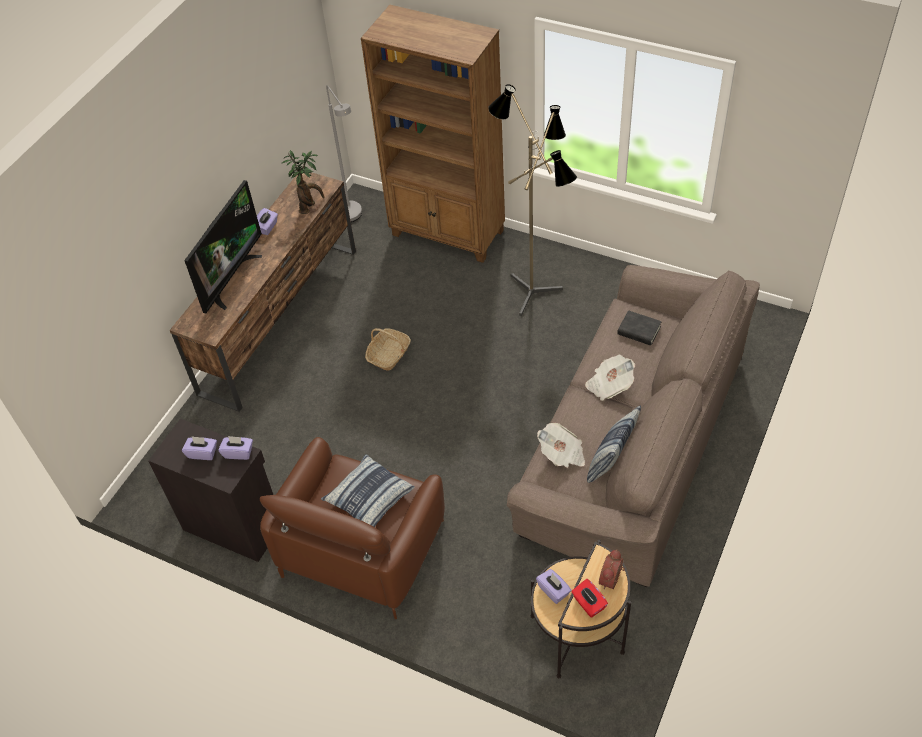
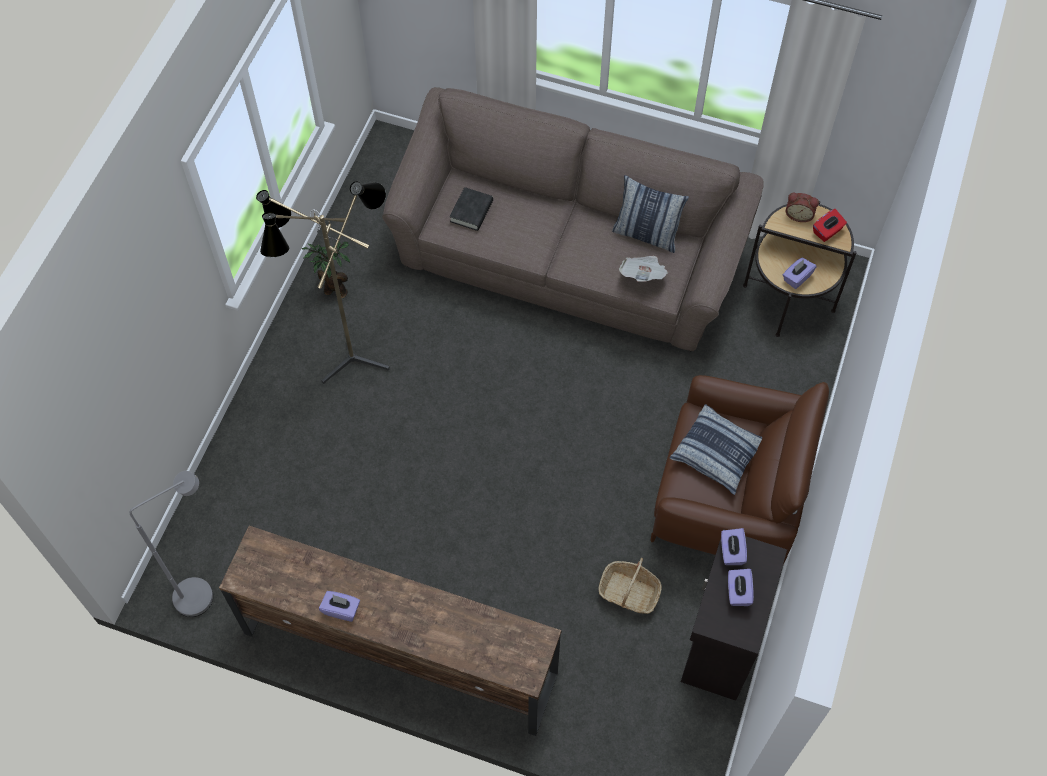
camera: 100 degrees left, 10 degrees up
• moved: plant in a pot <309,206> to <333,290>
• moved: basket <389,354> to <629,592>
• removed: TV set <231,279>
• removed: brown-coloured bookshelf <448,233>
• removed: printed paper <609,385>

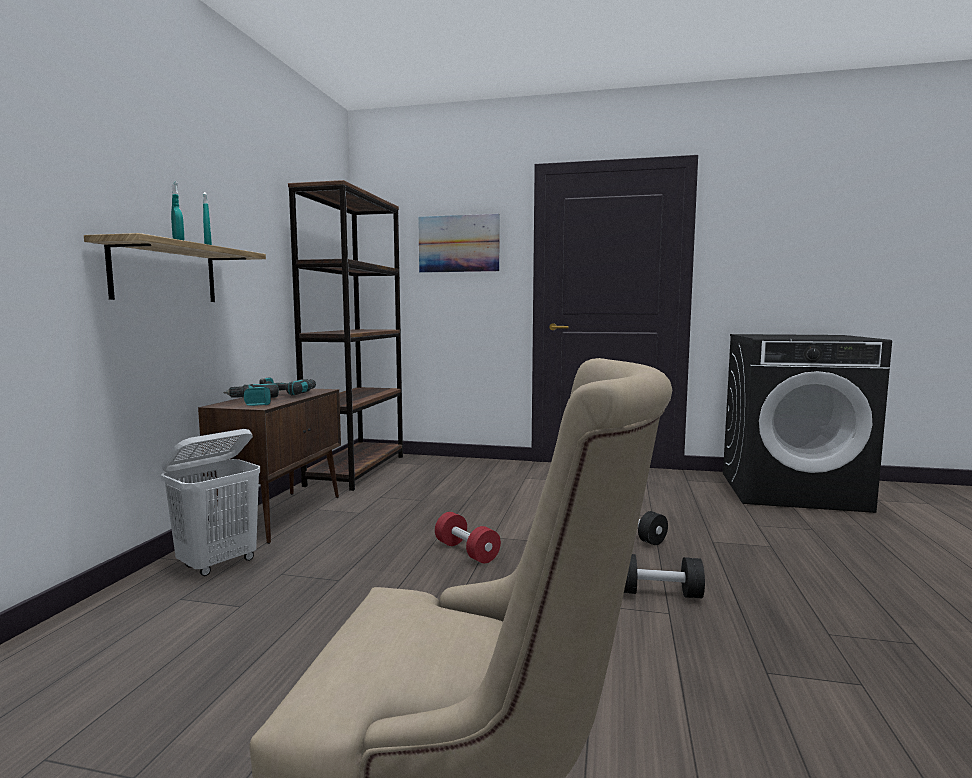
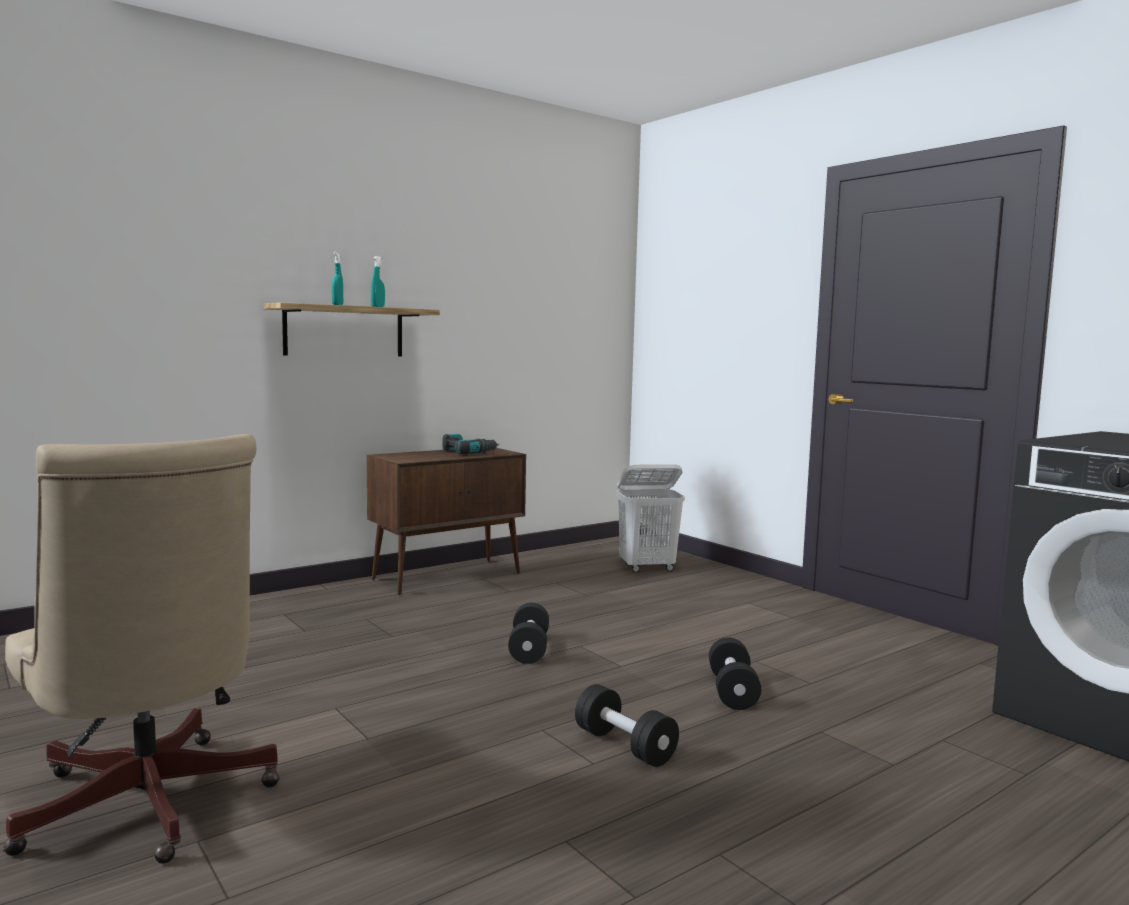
camera: 40 degrees right, 0 degrees up
• recoloured: red dumbbell <466,551> to blackish dumbbell <529,649>
• moved: whitish laundry basket <218,564> to <648,568>
• removed: power drill <252,402>
• removed: brown-coloured bookshelf <357,470>
• removed: wall art <458,244>

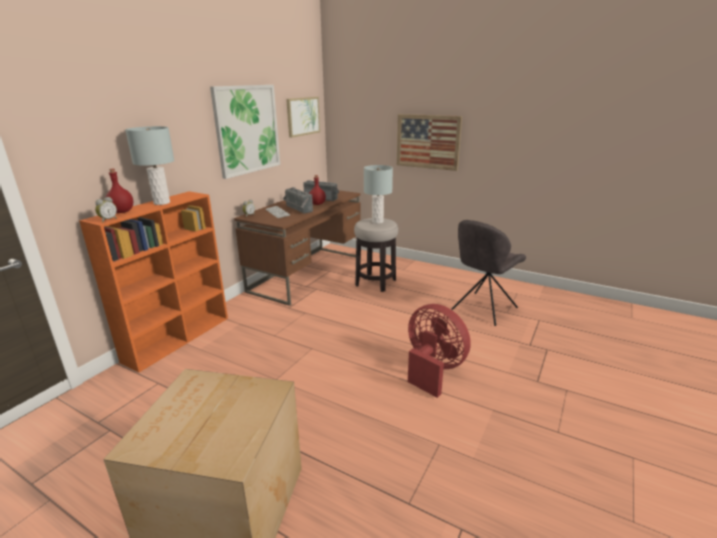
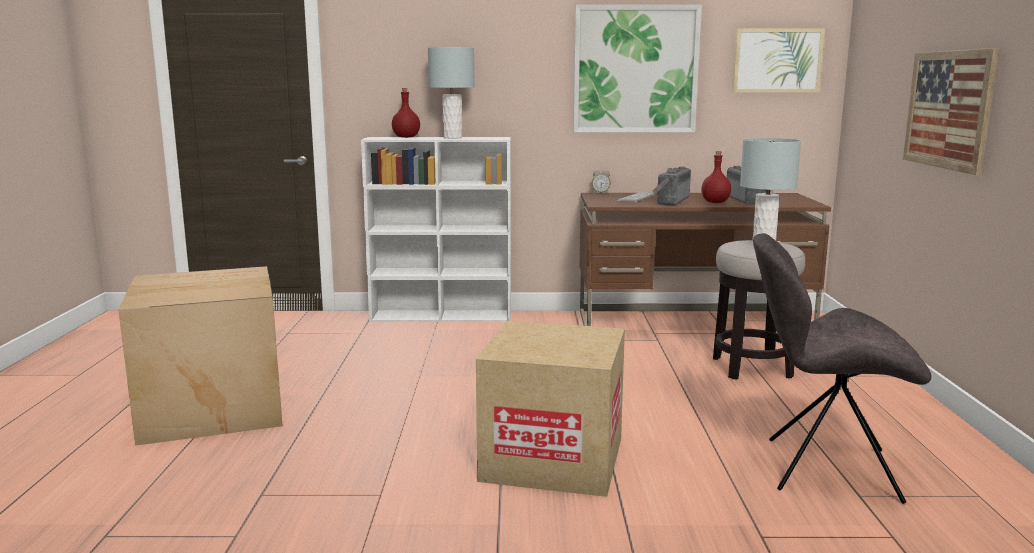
camera: 60 degrees right, 10 degrees down
• recoloured: orange-coloured bookshelf <179,338> to whitish bookshelf <443,316>
• replaced: red cooling fan <433,369> to carton <553,459>
• removed: table clock <108,220>

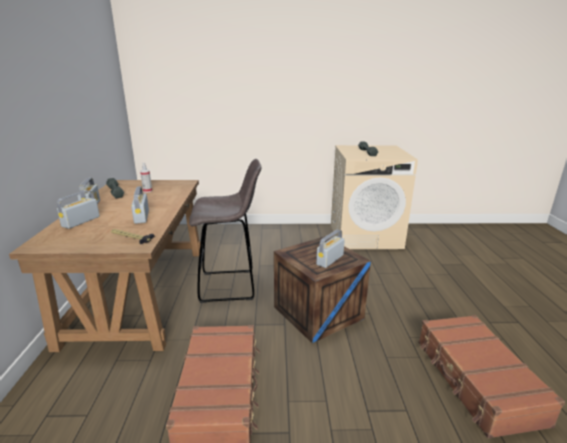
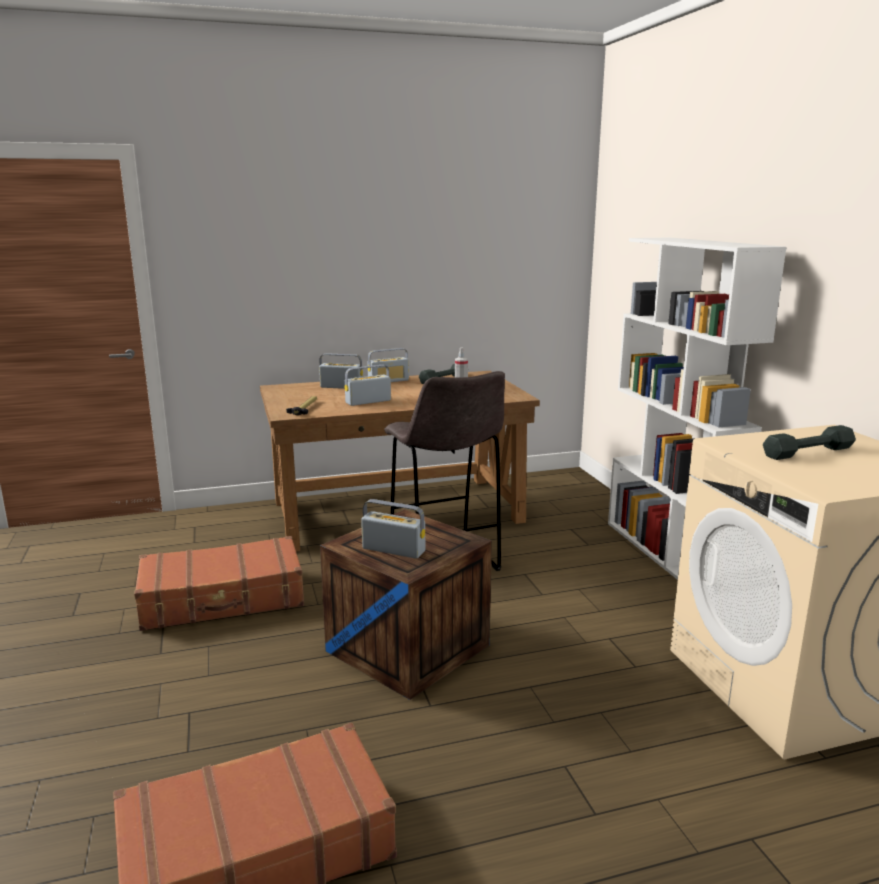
camera: 75 degrees right, 5 degrees down
• added: whitish bookshelf <669,553>

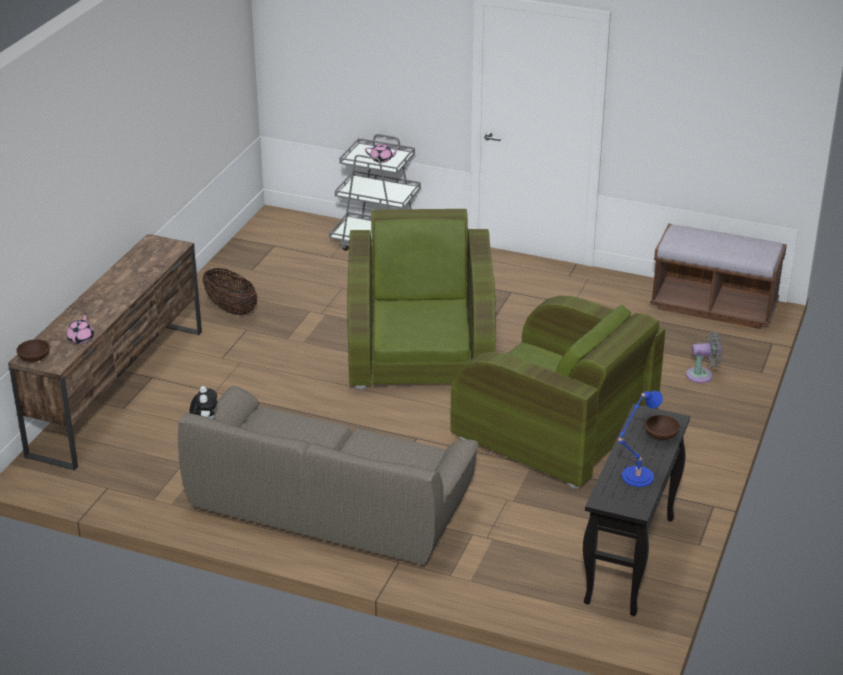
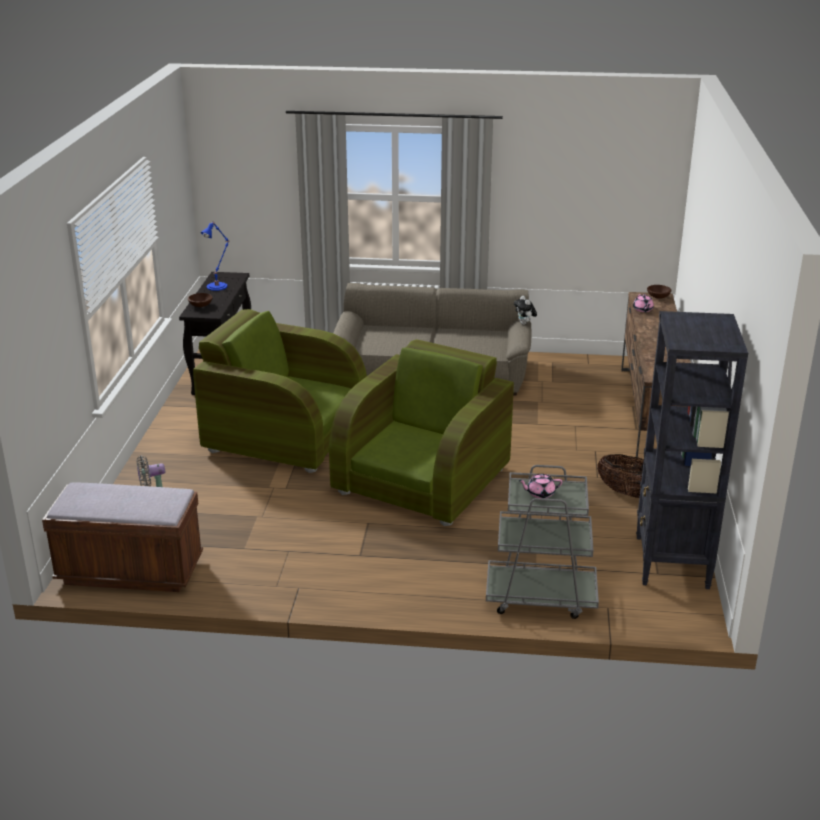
camera: 165 degrees right, 5 degrees down
• turned: greenish lounge chair <421,352> = <423,480> 135 degrees counterclockwise
• added: blackish bookshelf <671,563>

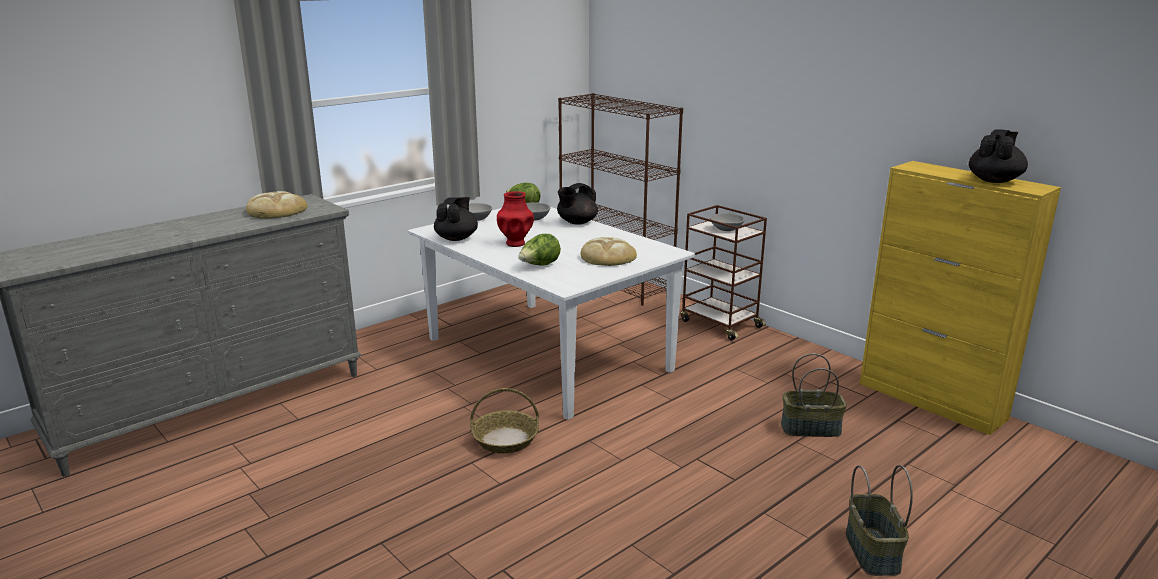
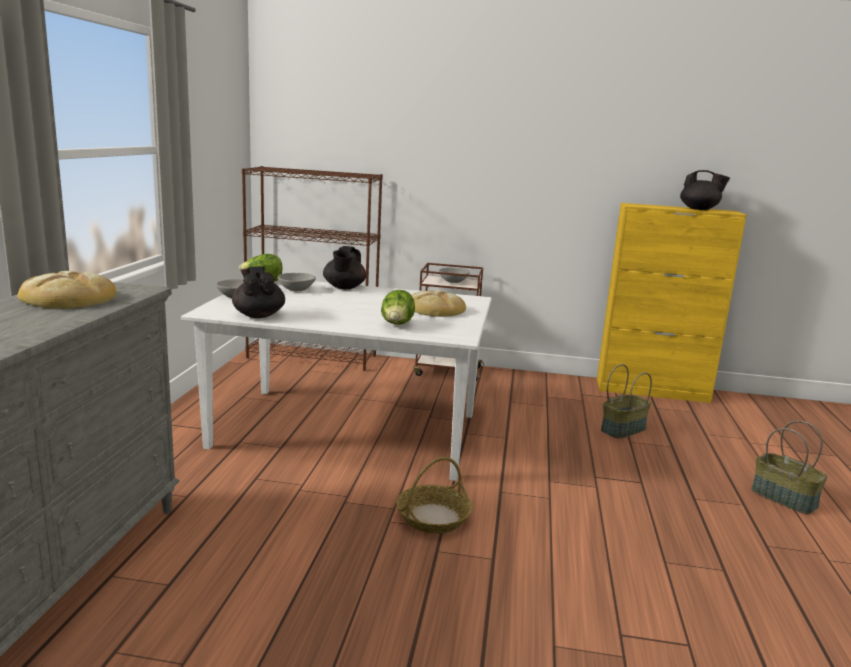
camera: 40 degrees left, 5 degrees down
• turned: blackish teapot <994,180> = <699,209> 120 degrees clockwise
• removed: red flower vase <515,243>

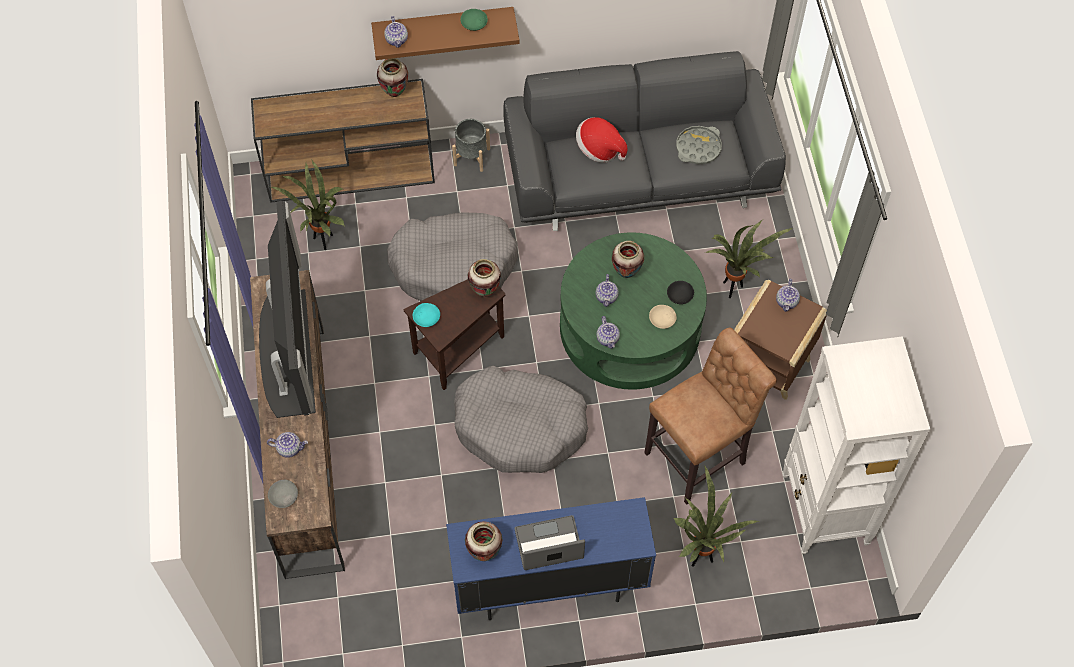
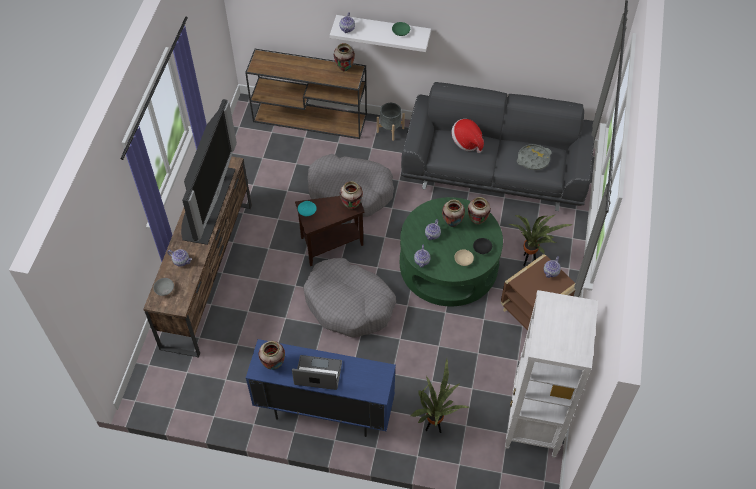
camera: 20 degrees right, 5 degrees down
• recoloured: brown-coloured wall shelf <443,26> to whitish wall shelf <383,30>
• added: flower vase <477,221>
• removed: plant in a pot <323,242>
• removed: brown-coloured sitting stool <699,456>

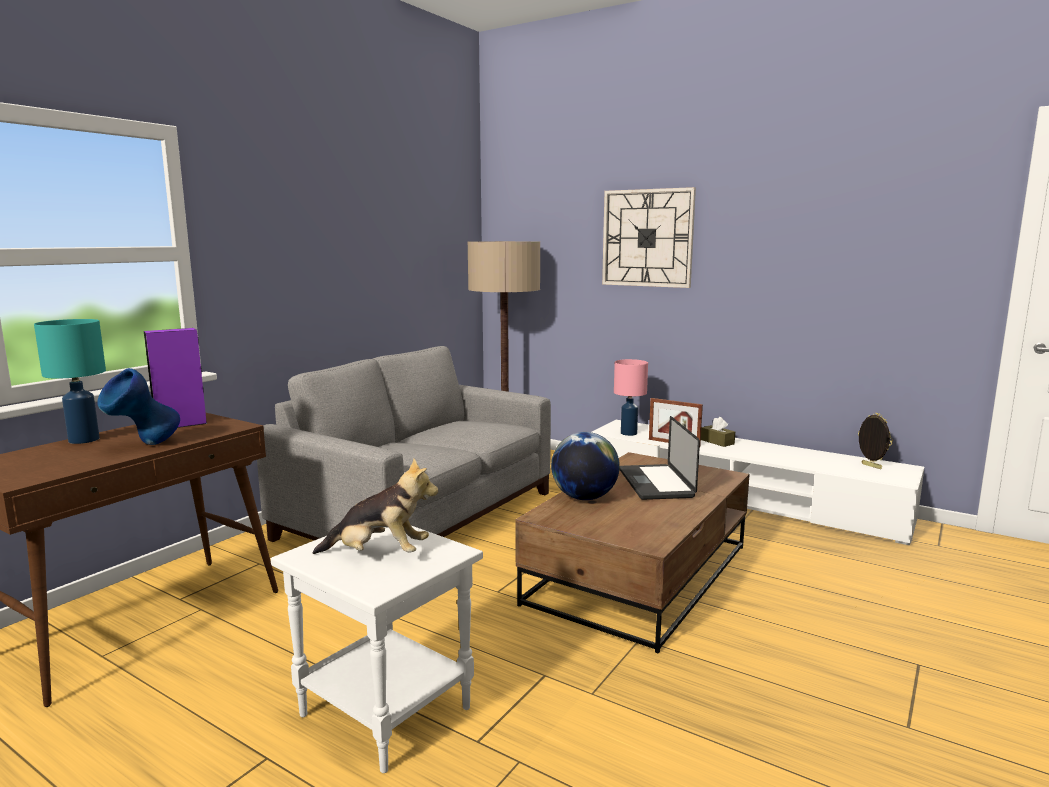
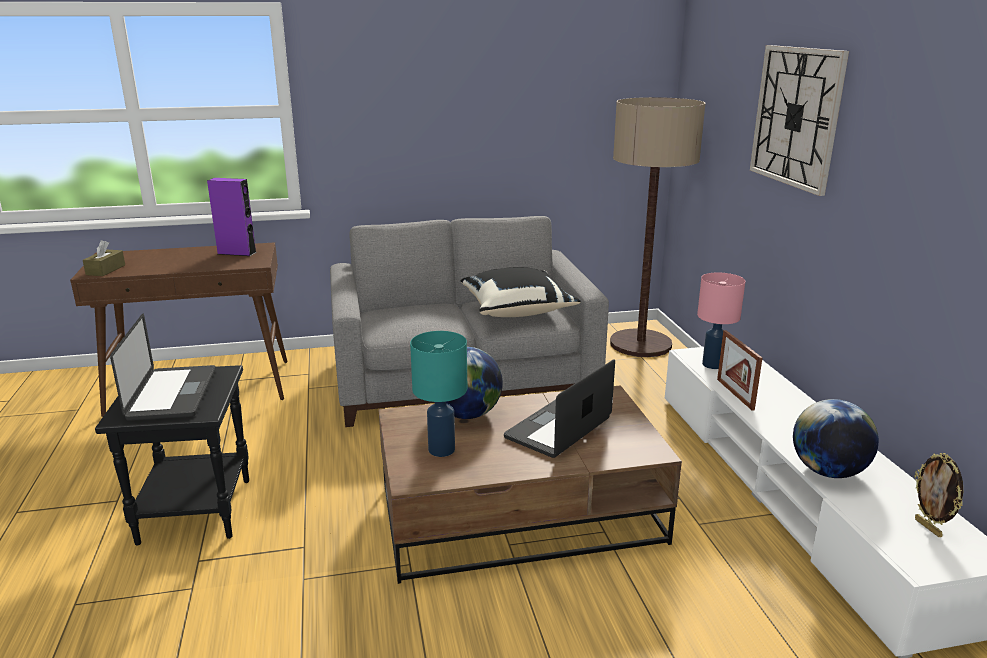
camera: 45 degrees right, 10 degrees up
• moved: brown-coloured tissue holder <717,442> to <105,270>
• recoloured: whitish accent table <382,712> to blackish accent table <194,510>
• replaced: plush toy <379,554> to laptop <172,394>
• moved: blue-green table lamp <83,440> to <440,450>
• added: blackish throw pillow <517,310>
• added: world globe <828,471>
• turned: standing frame <870,466> = <929,528> 150 degrees clockwise
• removed: blue-coloured flower vase <144,446>

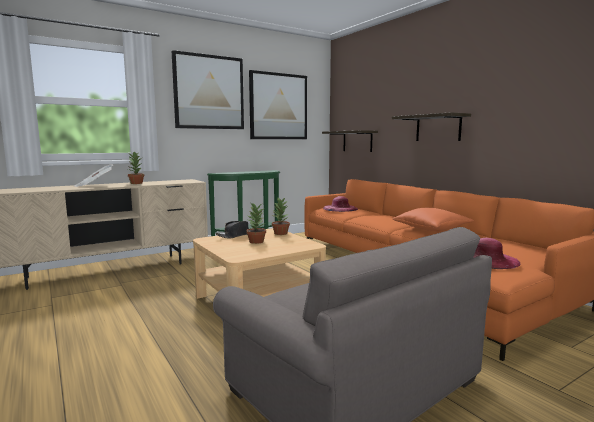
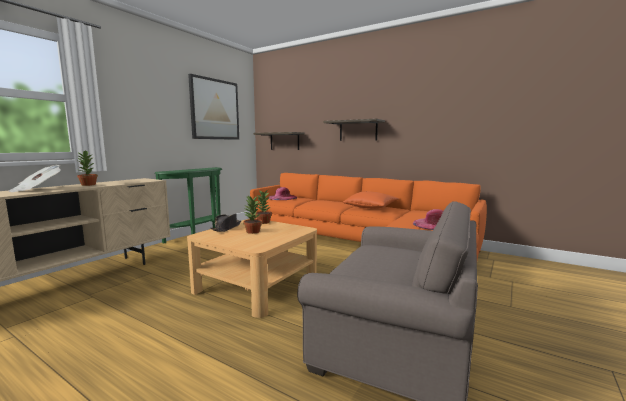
camera: 25 degrees left, 0 degrees up
• removed: wall art <209,92>

